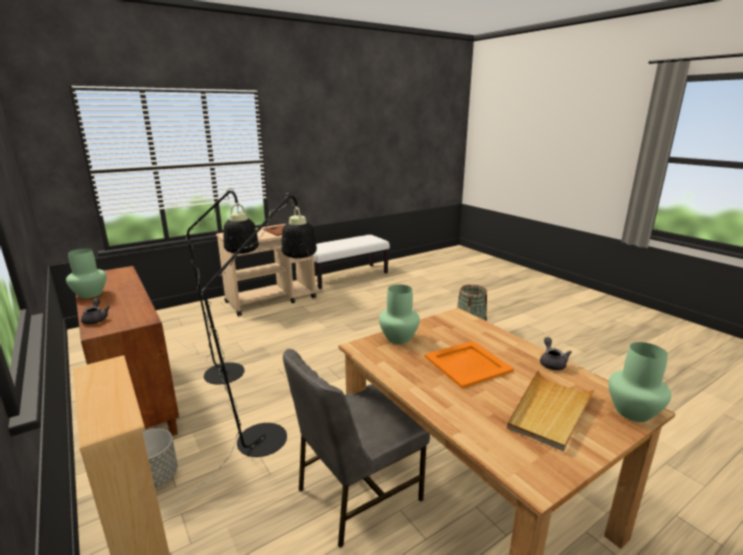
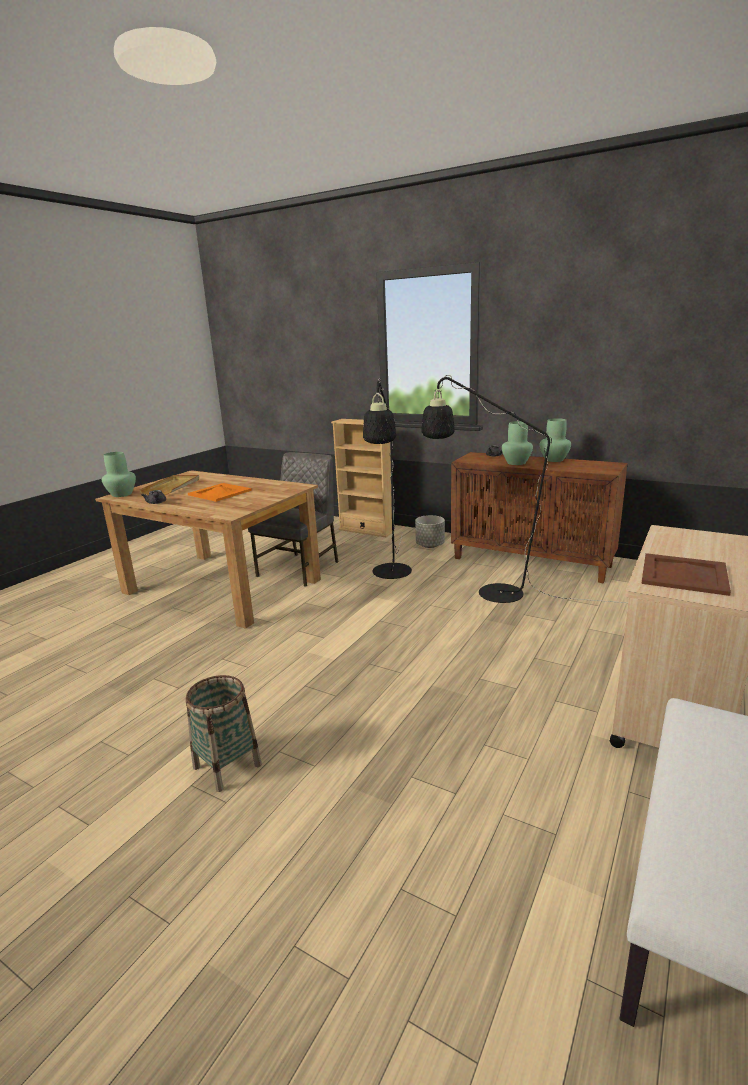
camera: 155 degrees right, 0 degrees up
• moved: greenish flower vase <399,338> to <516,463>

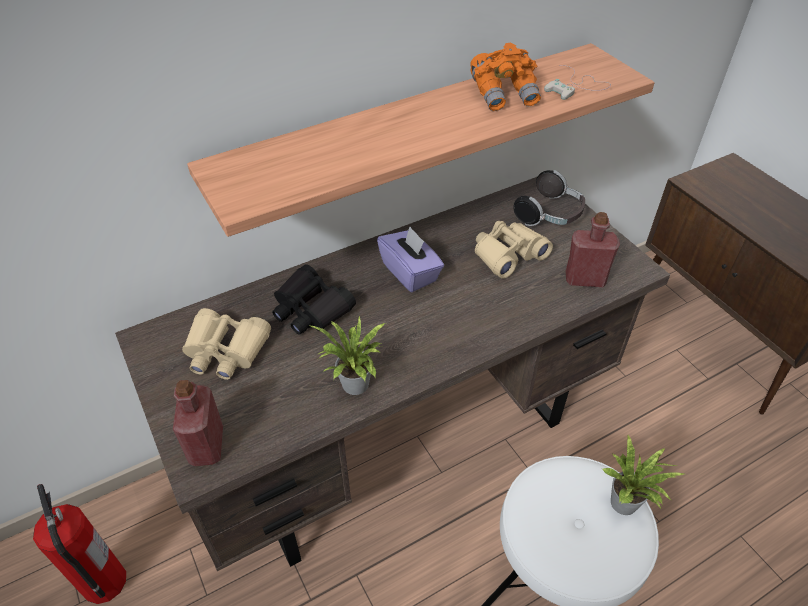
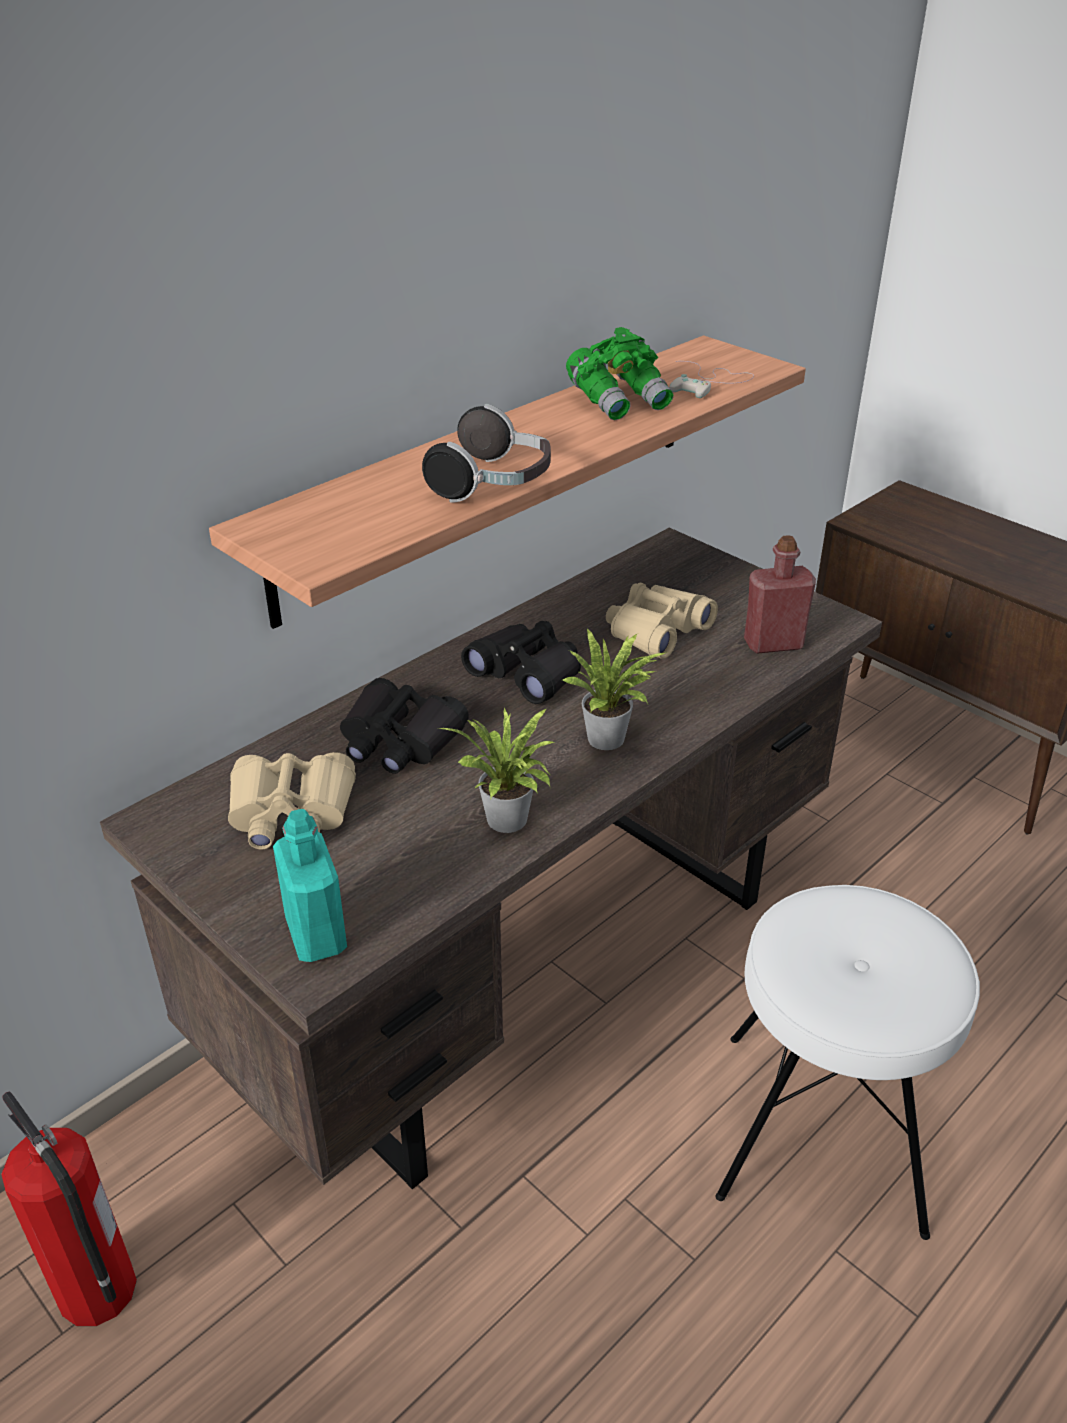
camera: 15 degrees left, 10 degrees down
• recoloured: red beverage bottle <206,445> to blue-green beverage bottle <316,935>
• moved: pair of headphones <550,215> to <494,484>
• replaced: purplish tissue holder <410,272> to blackish field glasses <527,673>
• moved: plant in a pot <627,504> to <611,739>
• recoloured: orange-coloured field glasses <504,95> to greenish field glasses <619,401>

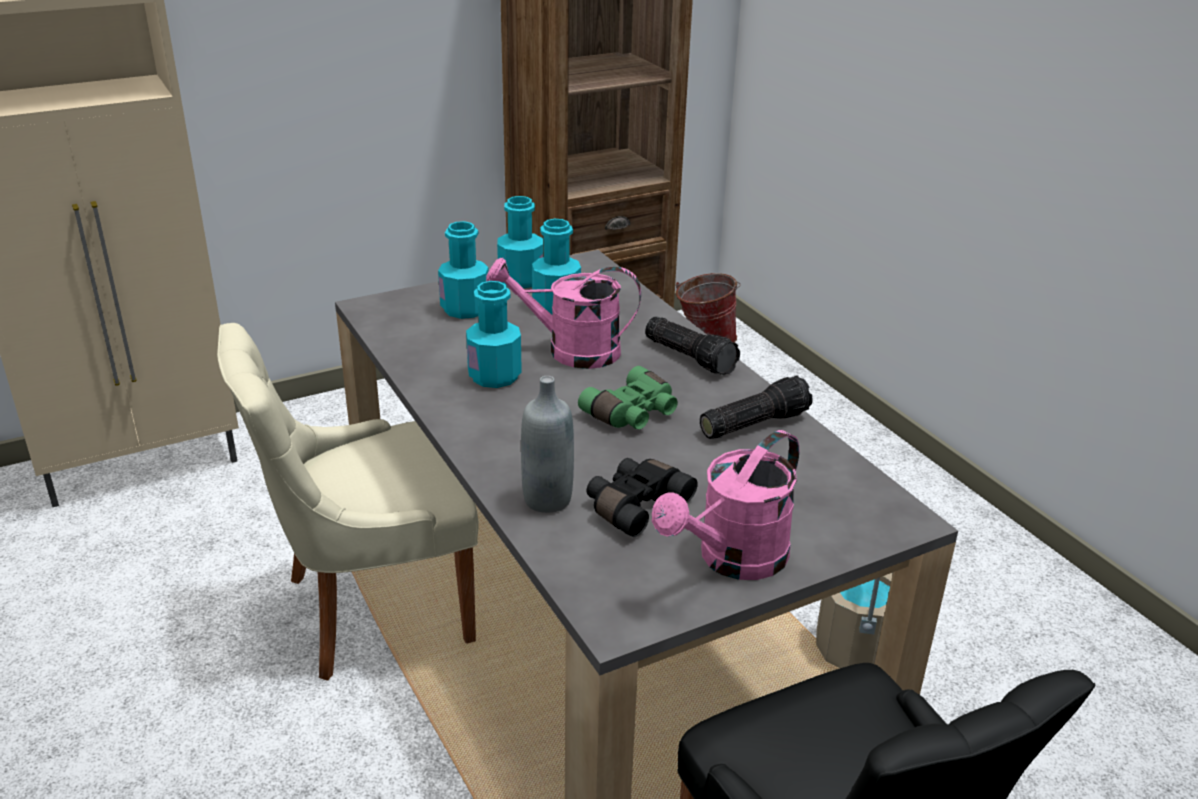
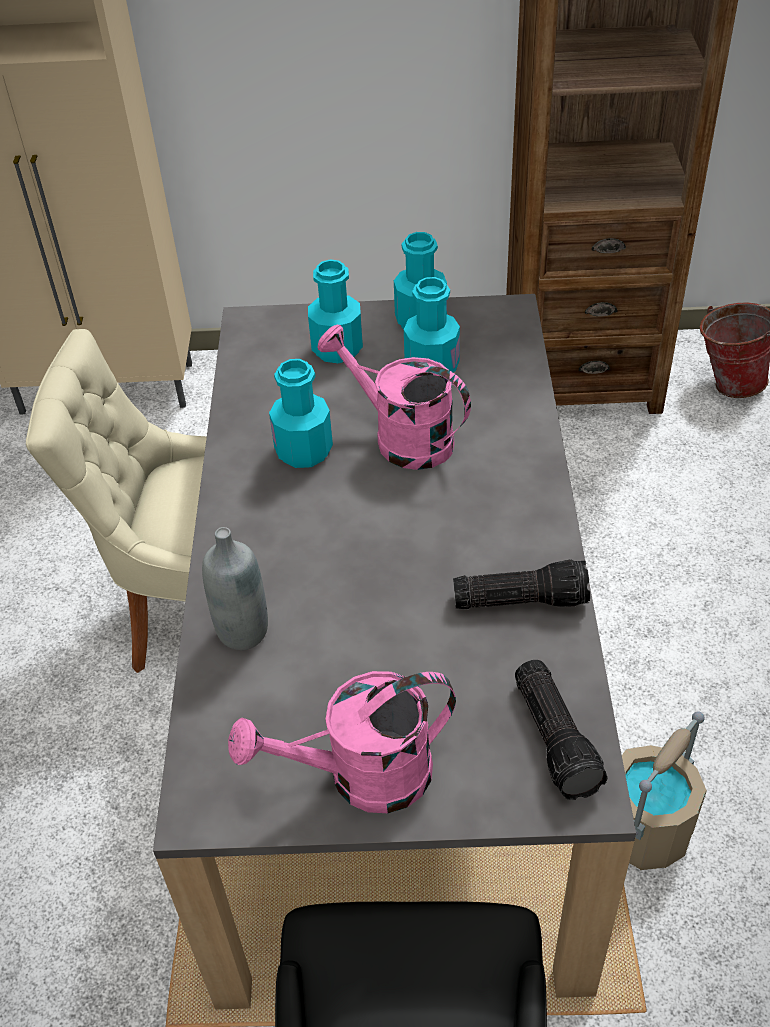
camera: 30 degrees right, 15 degrees up
• moved: hand torch <691,356> to <557,738>
• removed: greenish field glasses <633,414>
• removed: blackish field glasses <635,505>

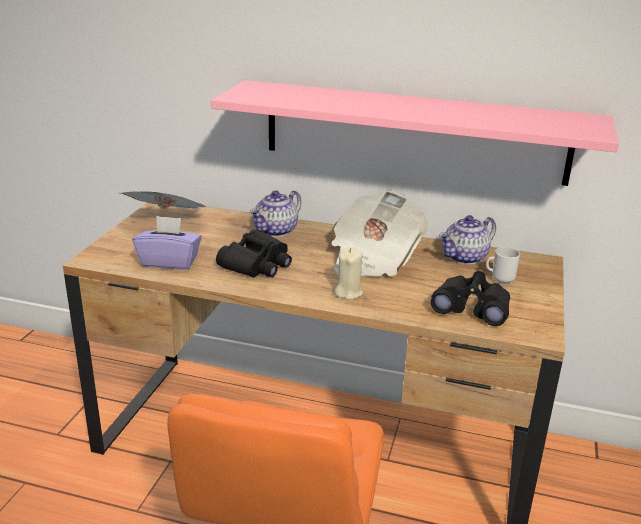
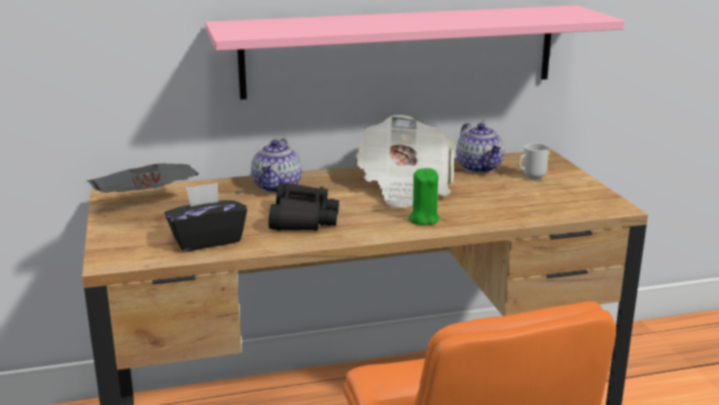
camera: 30 degrees left, 5 degrees down
• recoloured: purplish tissue holder <169,262> to blackish tissue holder <207,240>
• recoloured: beige-coloured wax candle <348,292> to greenish wax candle <423,219>
• turned: teapot <465,257> = <480,168> 45 degrees counterclockwise
• removed: blackish field glasses <472,308>

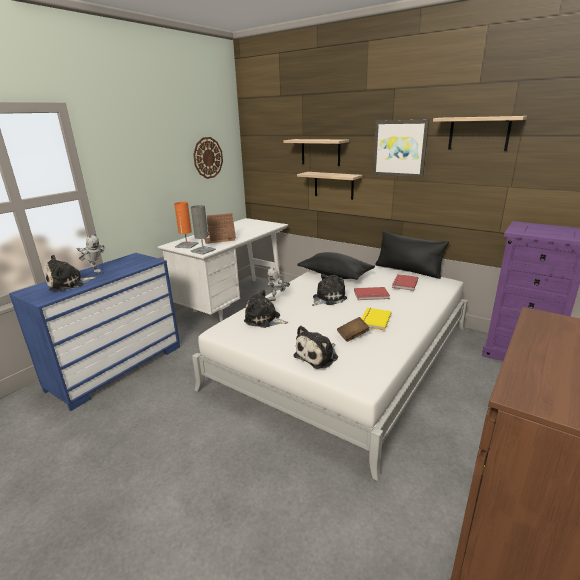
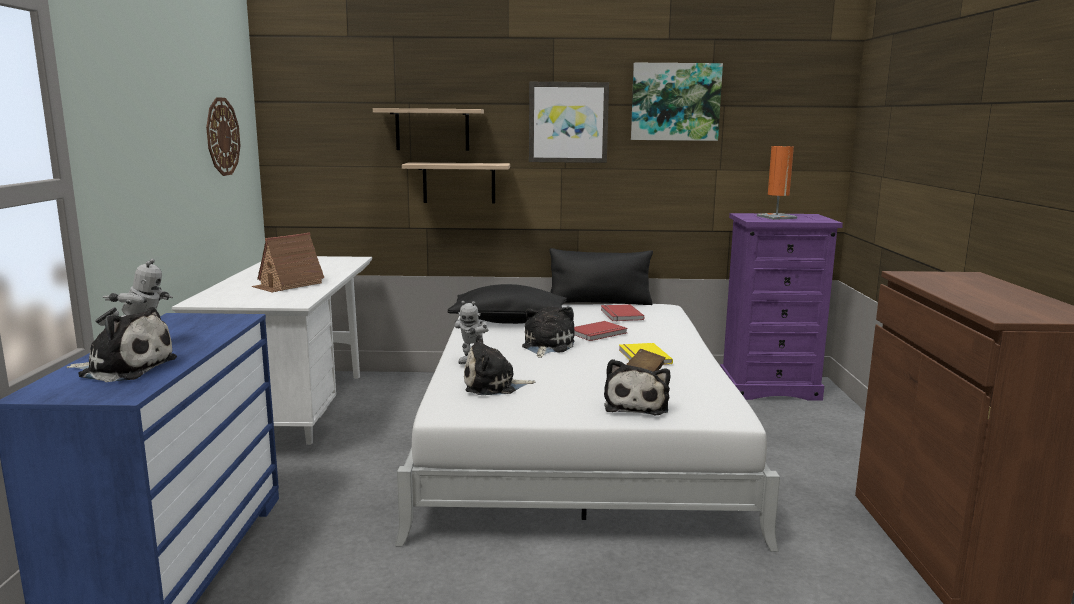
camera: 35 degrees left, 10 degrees down
• turned: plush toy <69,284> = <124,368> 105 degrees counterclockwise
• replaced: wall shelf <479,133> to wall art <675,102>
• moved: orange-coloured table lamp <186,245> to <776,217>
• removed: grey table lamp <203,250>

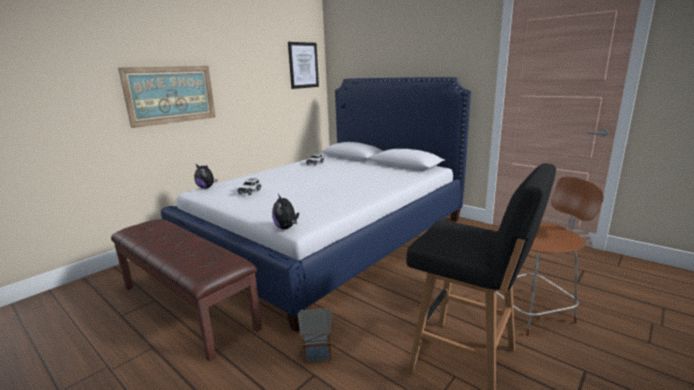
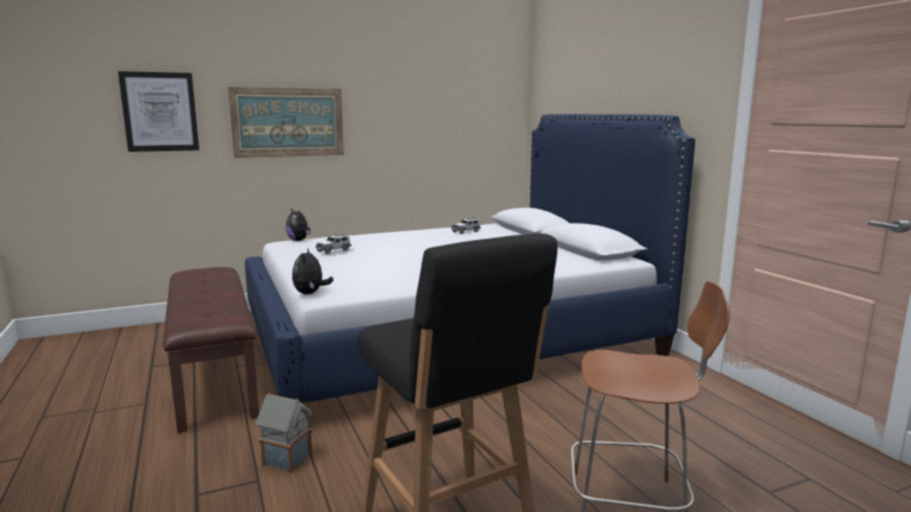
camera: 25 degrees right, 5 degrees down
• moved: wall art <303,65> to <160,112>

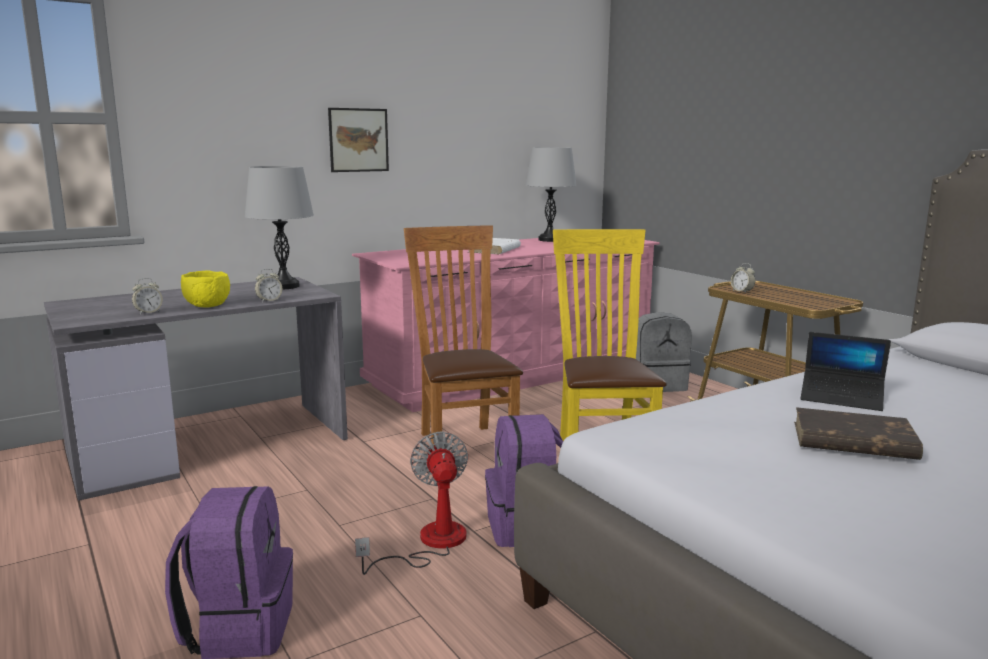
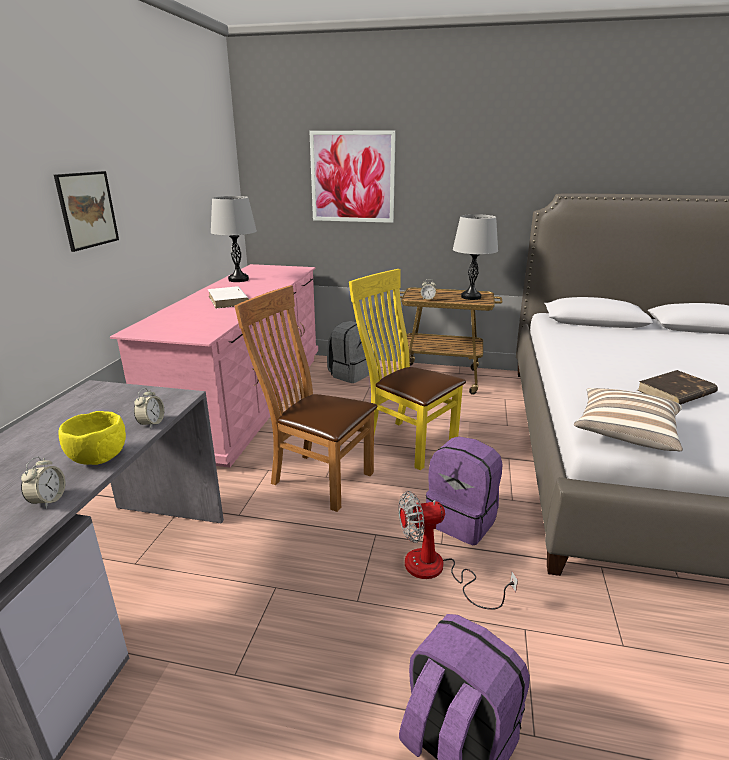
camera: 45 degrees left, 10 degrees up
• added: wall art <352,177>
• turned: cooling fan <430,543> = <437,571> 45 degrees counterclockwise
• moved: grey table lamp <284,286> to <471,297>
• added: throw pillow <625,433>
• removed: laptop <841,398>

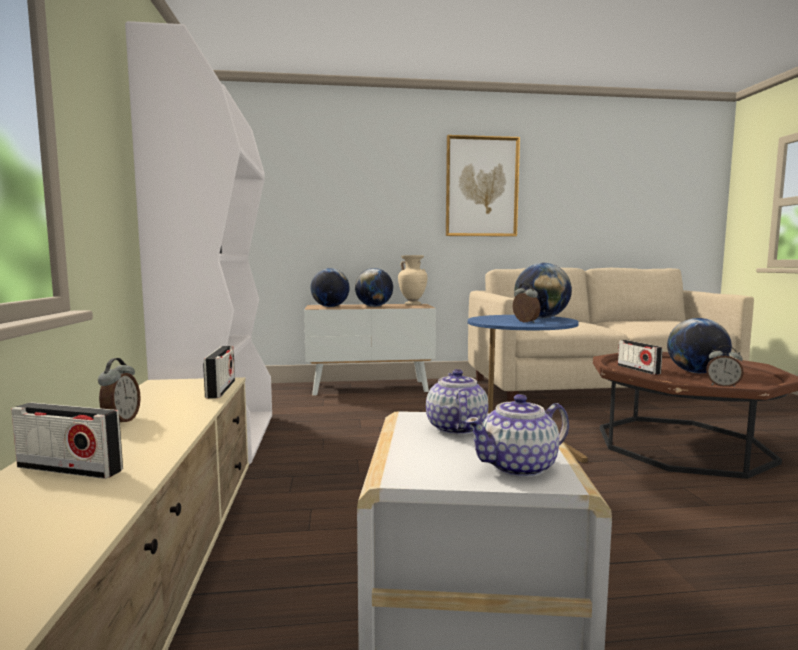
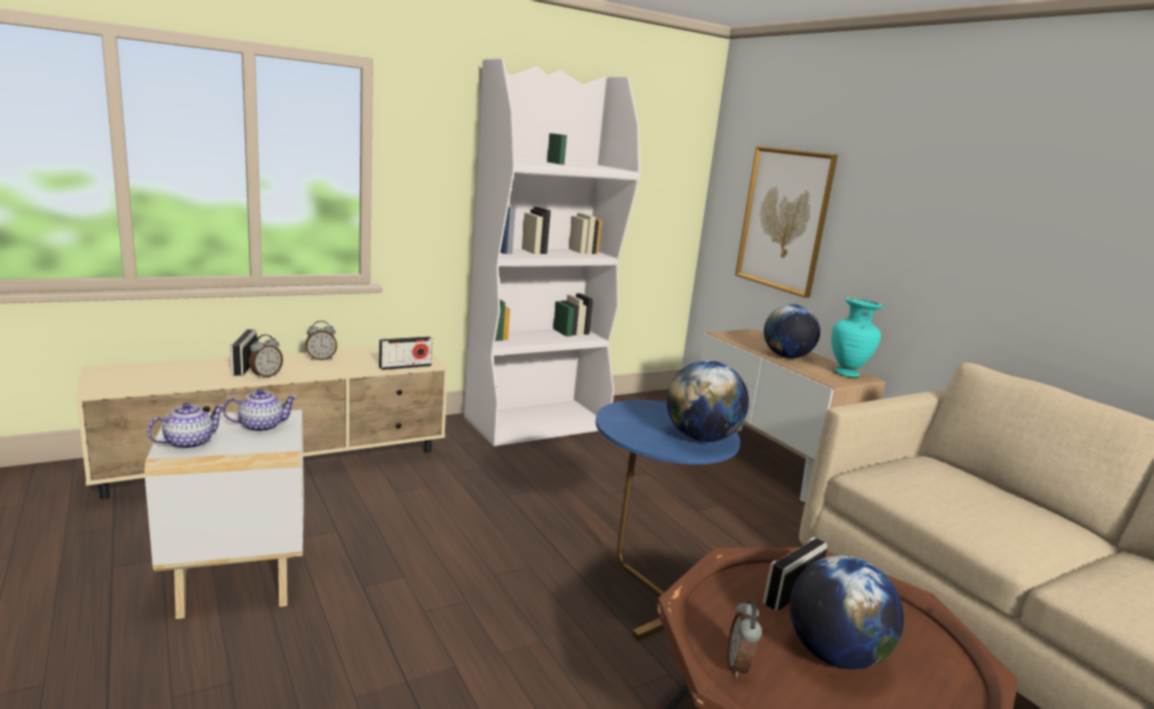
camera: 65 degrees right, 10 degrees up
• turned: teapot <519,467> = <188,443> 90 degrees clockwise
• moved: table clock <525,322> to <266,375>
• moved: wall art <481,187> to <784,220>
• recoloured: beige-coloured flower vase <412,304> to blue-green flower vase <847,374>
• removed: world globe <330,307>

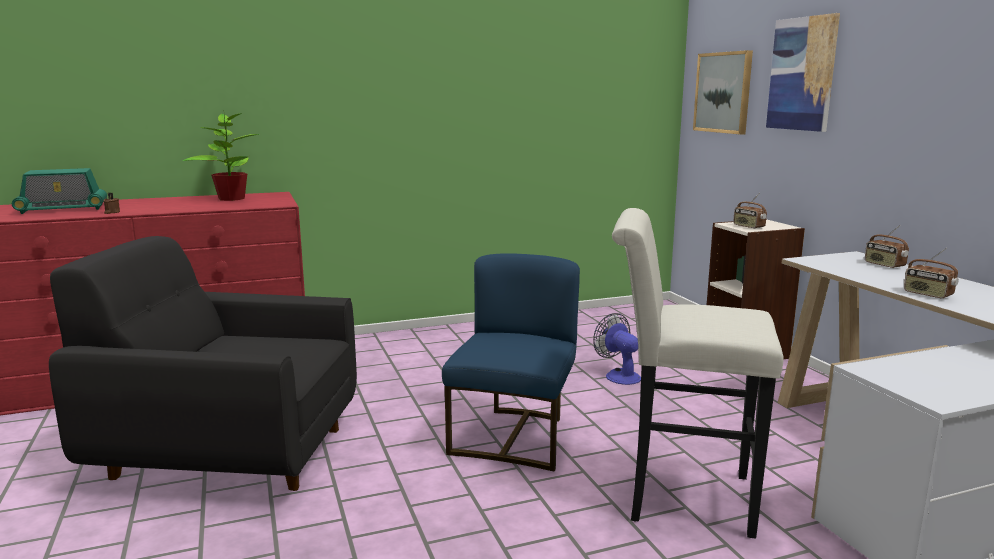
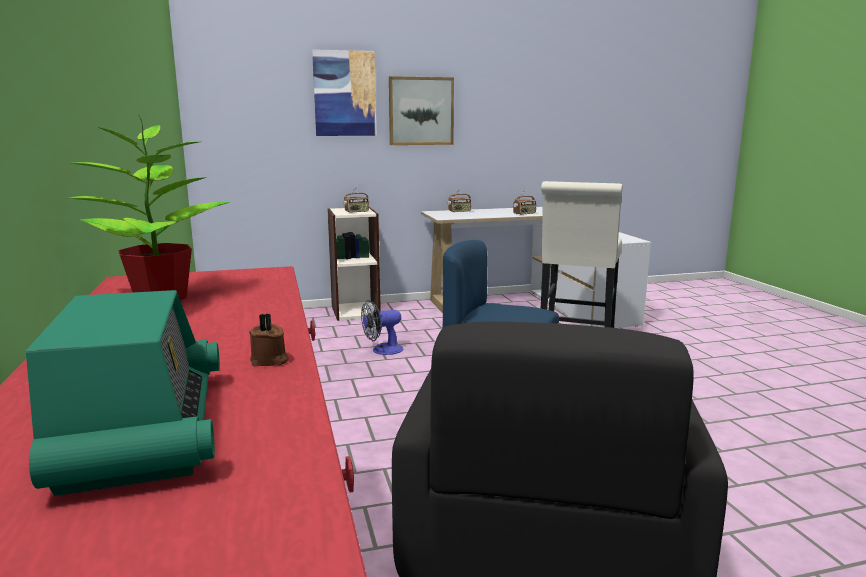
camera: 85 degrees left, 0 degrees up
• moved: wall art <723,92> to <421,111>

